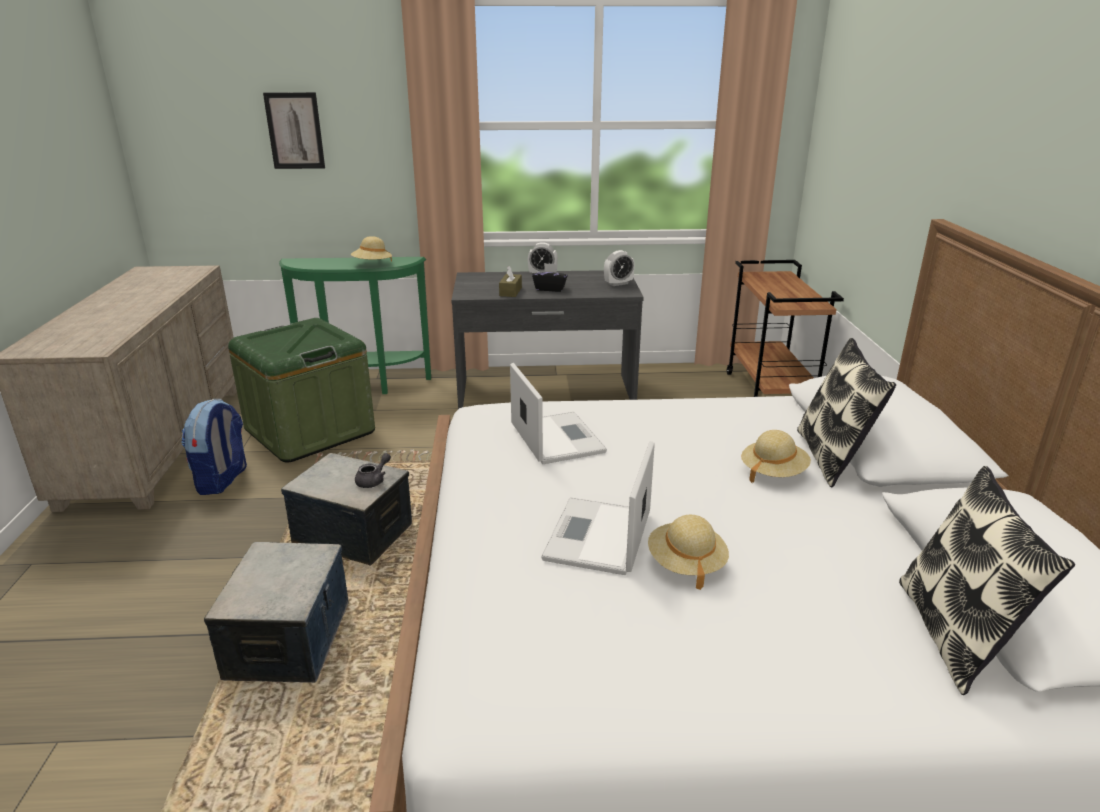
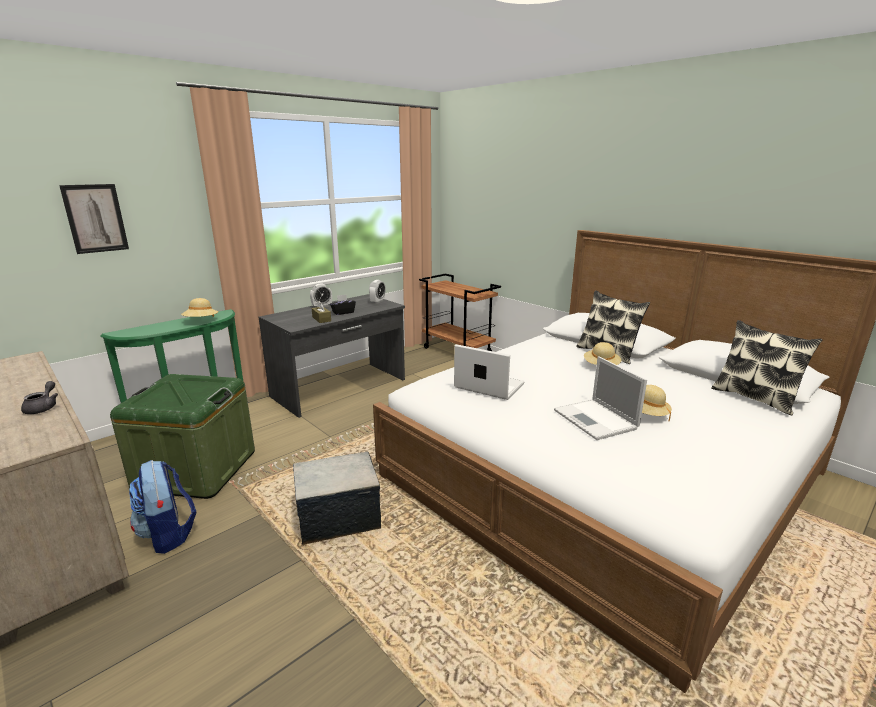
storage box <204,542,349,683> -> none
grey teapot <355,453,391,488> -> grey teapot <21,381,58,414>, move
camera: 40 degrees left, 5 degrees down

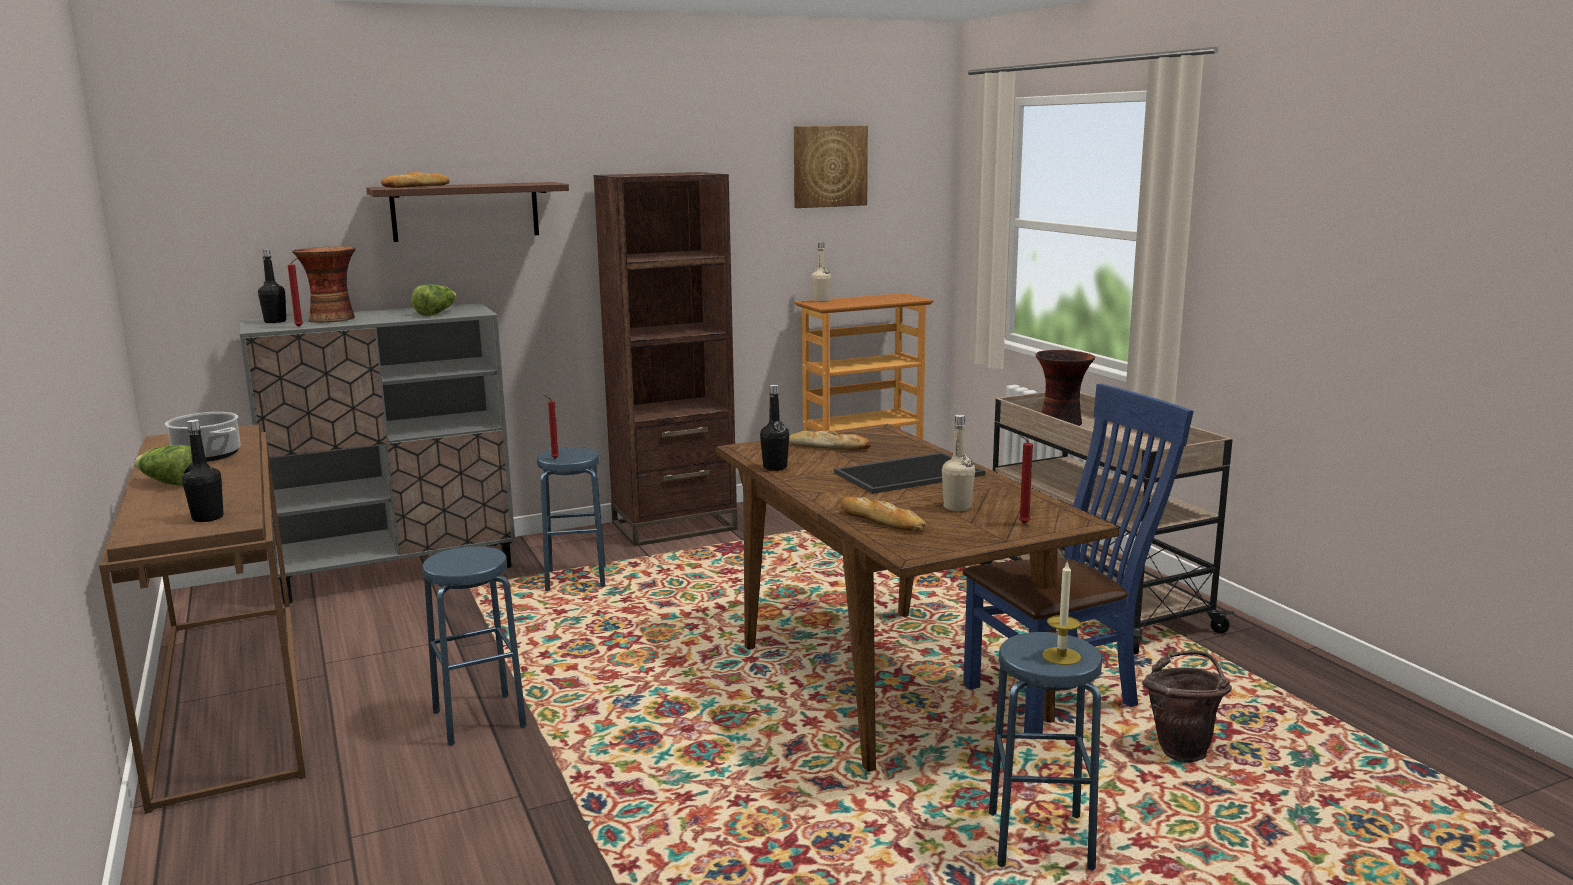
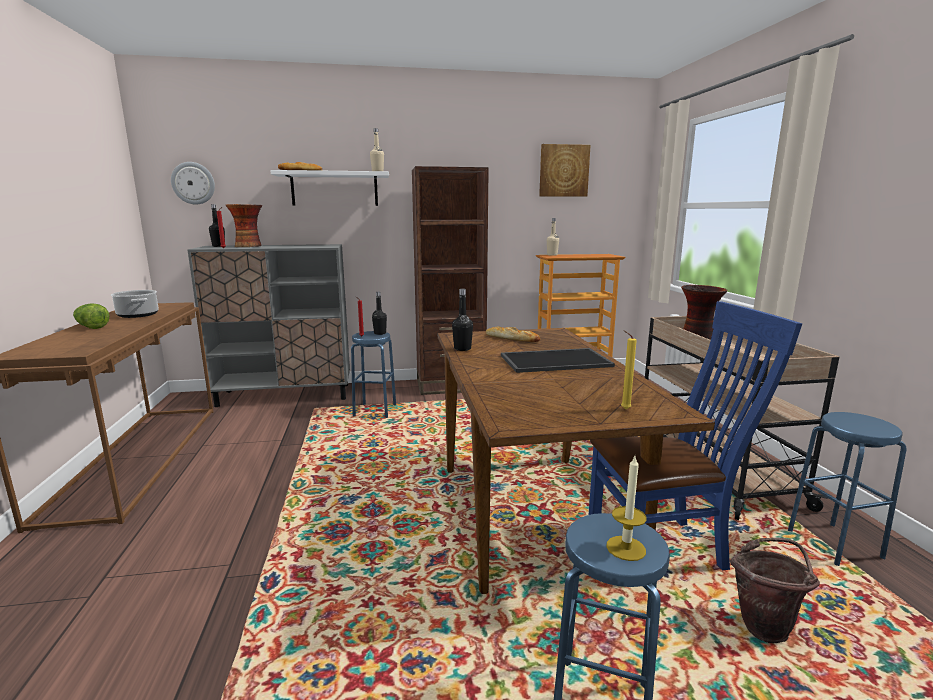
lettuce <411,284,456,316> -> none
baked bread <841,497,926,531> -> none
none -> wall clock <171,162,215,205>
blackish drink bottle <182,420,224,522> -> blackish drink bottle <372,292,387,335>, move
blue stool seat <422,546,527,746> -> blue stool seat <788,412,907,566>, move
sand-coloured drink bottle <942,415,975,511> -> sand-coloured drink bottle <370,128,384,171>, move
brown-coloured wall shelf <367,182,569,242> -> whitish wall shelf <270,170,389,206>
red-coloured candle <1019,435,1033,524> -> yellow candle <621,330,637,409>
camera: 15 degrees right, 0 degrees up

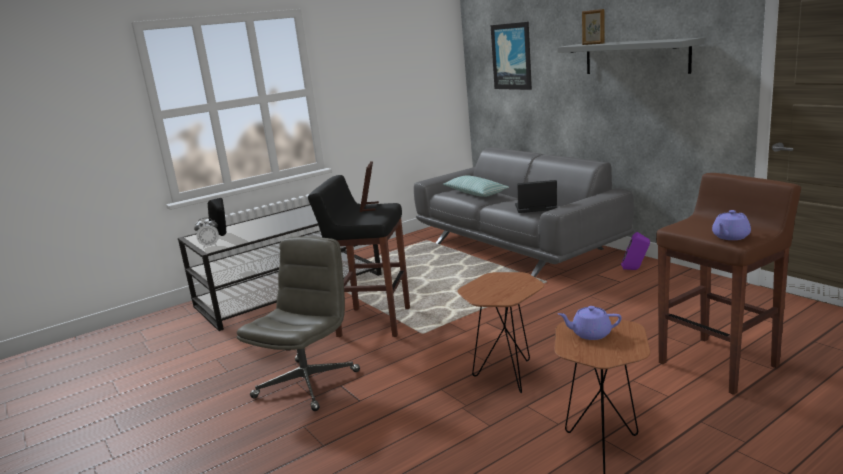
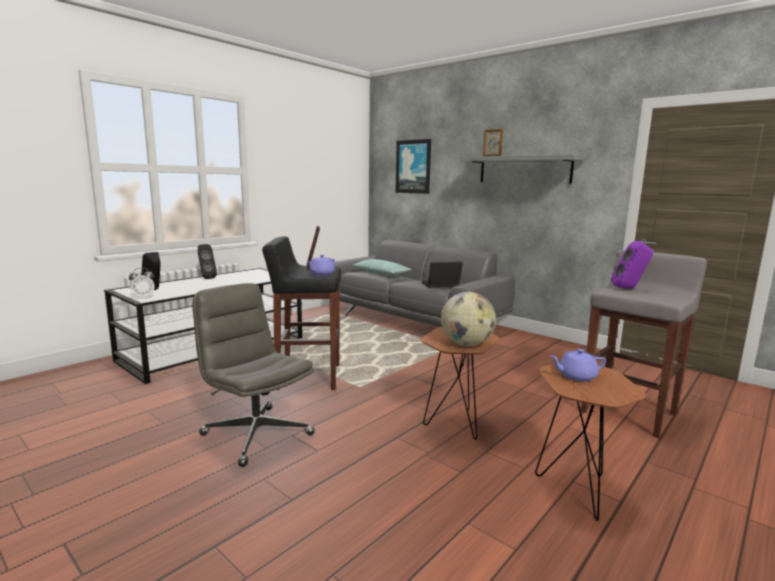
none -> blackish loudspeaker <198,244,217,279>
none -> world globe <441,292,496,346>
purplish loudspeaker <621,232,650,270> -> purplish loudspeaker <611,241,653,289>, move
purplish teapot <712,210,751,240> -> purplish teapot <308,255,335,276>, move
brown-coloured stool seat <656,173,801,395> -> grey stool seat <581,250,707,438>
grey office chair <237,236,360,411> -> grey office chair <192,283,315,467>, 60 degrees counterclockwise
camera: 15 degrees left, 5 degrees down

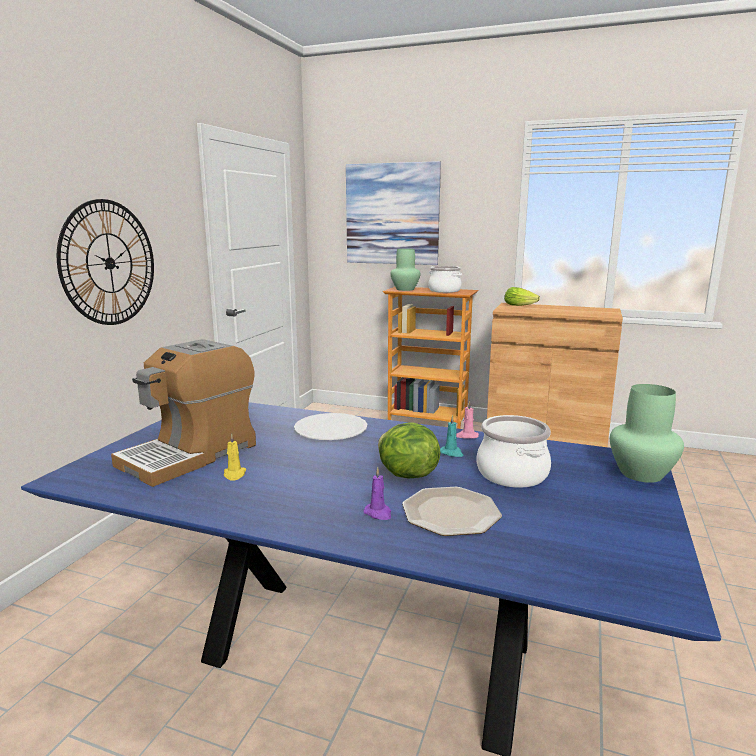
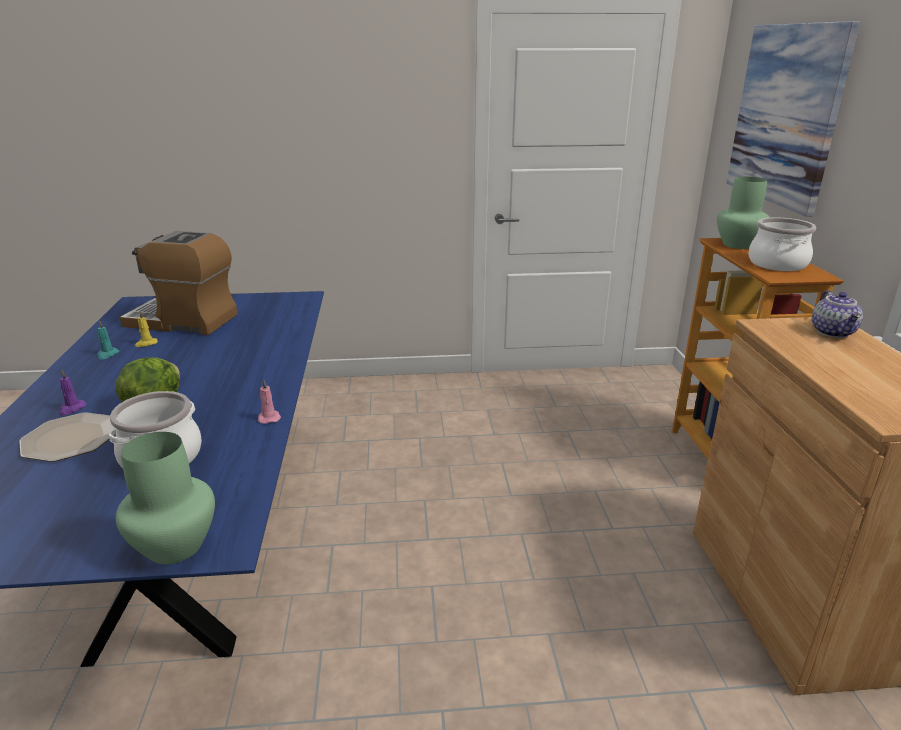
wall clock <57,199,154,325> -> none
whitish plate <294,413,367,440> -> none
turquoise-coloured candle <440,415,463,457> -> turquoise-coloured candle <97,321,119,359>, move
lettuce <504,287,540,306> -> teapot <812,290,863,338>
camera: 65 degrees right, 10 degrees up

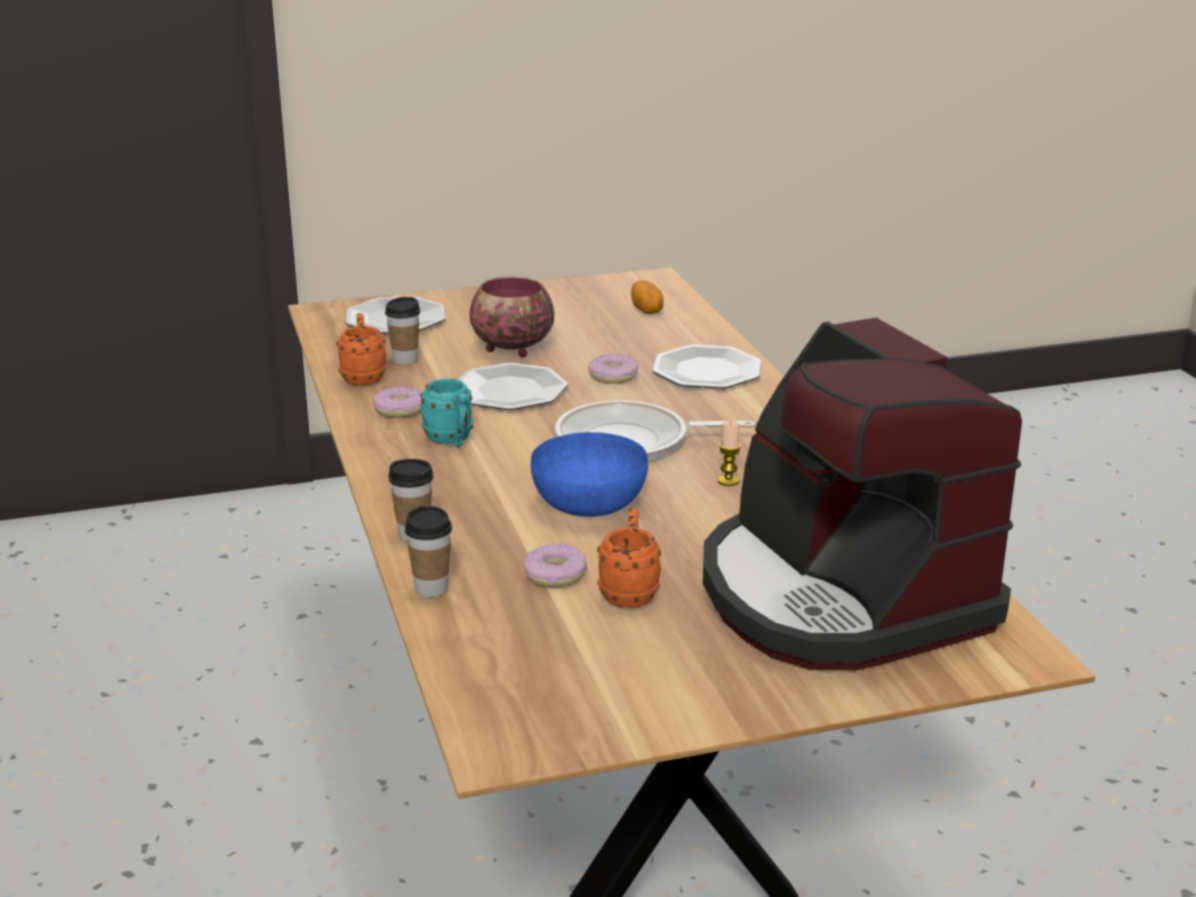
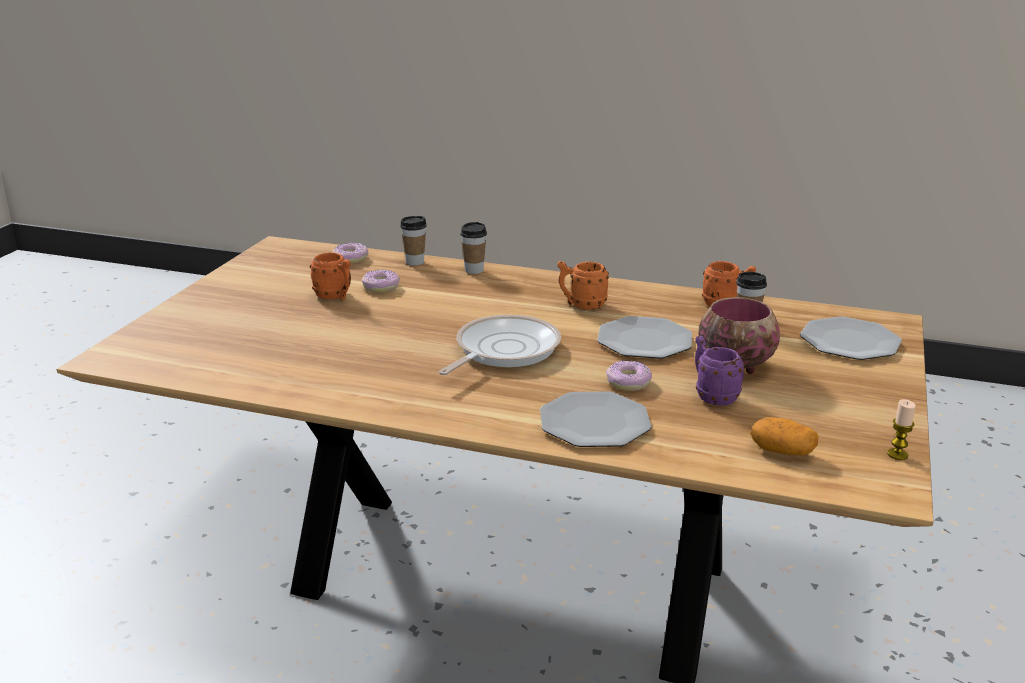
blue deep dish <530,432,648,517> -> none
coffee maker <703,318,1022,670> -> none
none -> purplish mug <695,336,745,406>
donut <373,386,423,418> -> donut <332,243,368,264>, move
candle <718,421,741,486> -> candle <887,399,916,460>, move
turquoise-coloured mug <420,378,473,447> -> orange mug <557,261,609,310>
camera: 125 degrees right, 0 degrees up

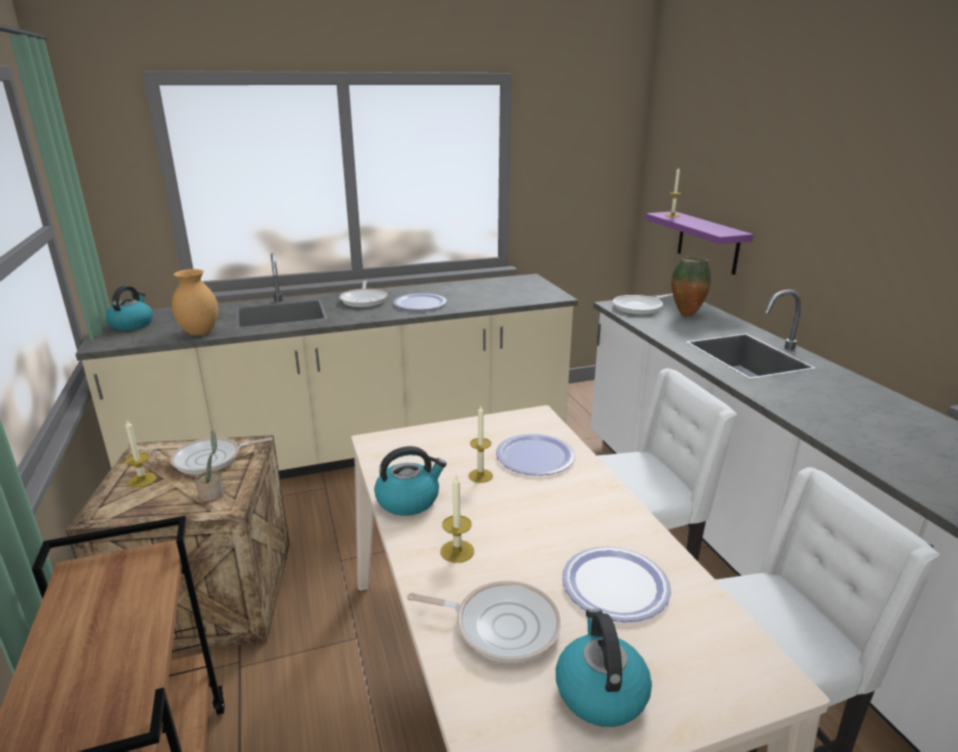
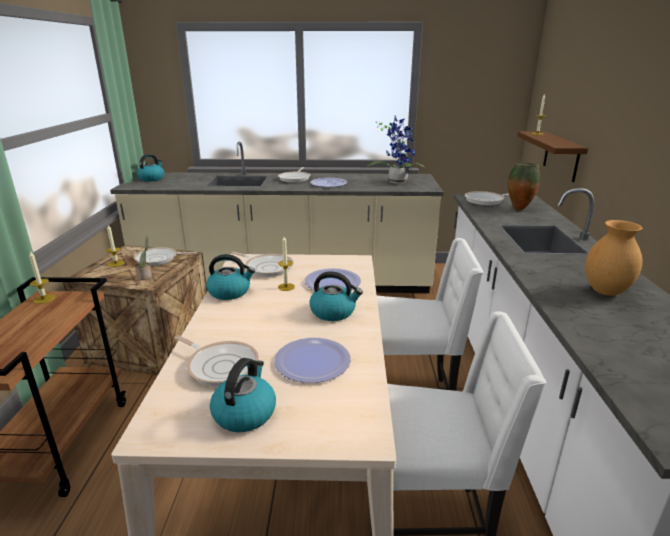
none -> pan <231,252,294,277>
none -> tea kettle <309,271,363,321>
none -> houseplant <368,116,425,184>
brown-coloured decorative vase <172,269,218,336> -> brown-coloured decorative vase <585,220,642,296>, move
candle <441,475,474,563> -> candle <29,251,55,304>, move
purplish wall shelf <645,211,754,275> -> brown-coloured wall shelf <517,132,588,182>
camera: 20 degrees right, 0 degrees up

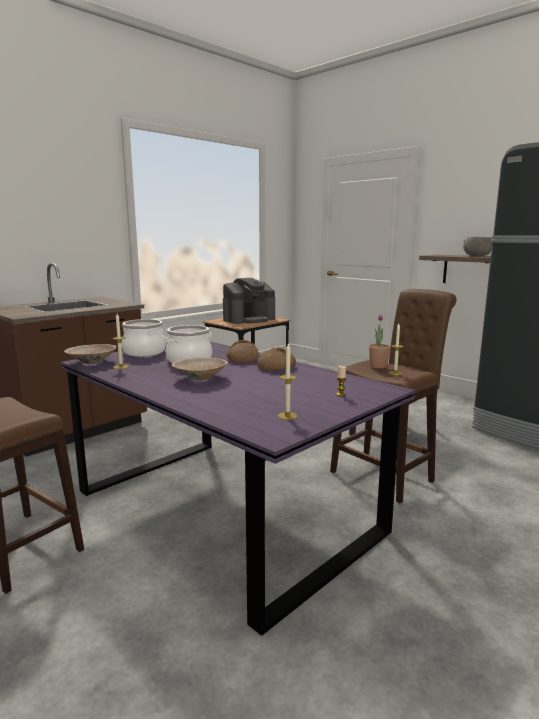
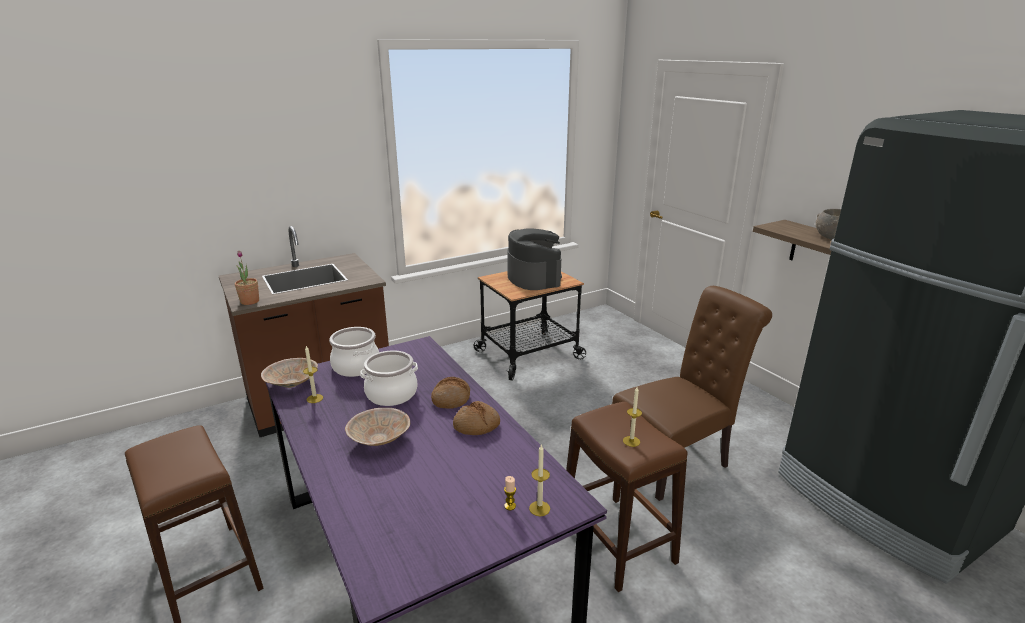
candle <278,344,298,420> -> candle <529,445,550,516>, move
houseplant <369,314,390,369> -> houseplant <235,250,259,305>, move
coffee maker <223,278,275,324> -> coffee maker <508,228,562,290>, 90 degrees counterclockwise
camera: 15 degrees right, 10 degrees up

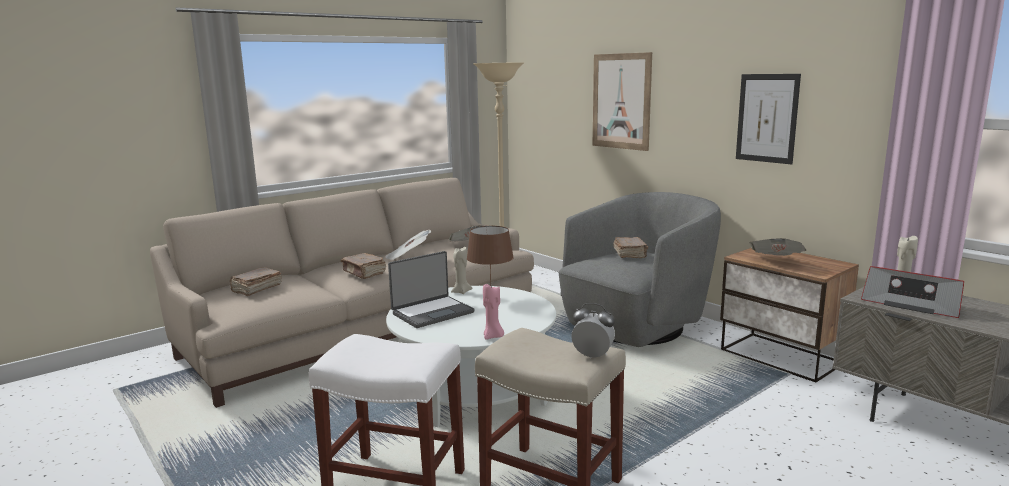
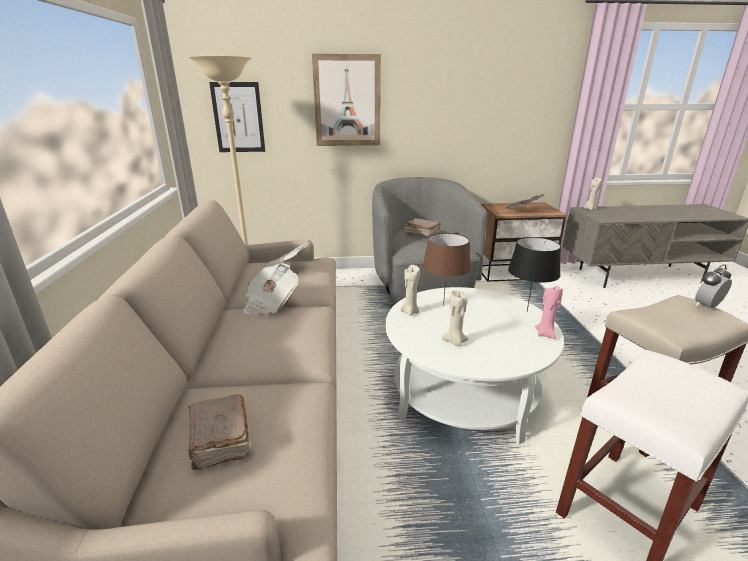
brown-coloured book <341,253,386,279> -> none
radio <861,266,964,318> -> none
none -> blackish lamp for a table <508,237,561,311>
wall picture <736,74,801,164> -> wall picture <209,82,265,152>, move
notebook computer <388,251,475,328> -> sand-coloured candle <441,291,468,346>
camera: 55 degrees left, 10 degrees up

